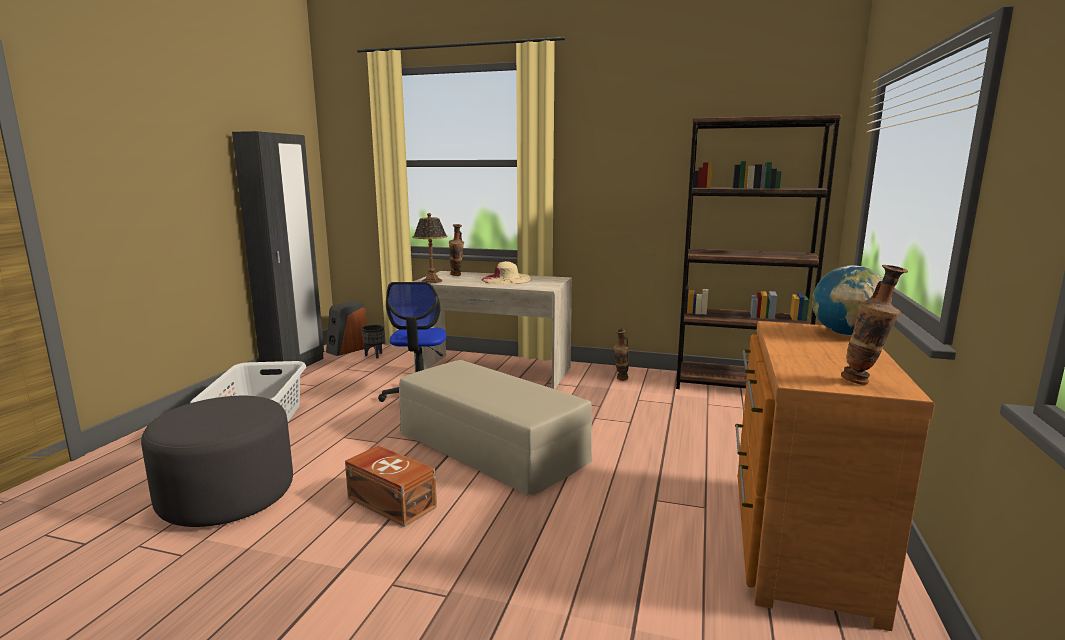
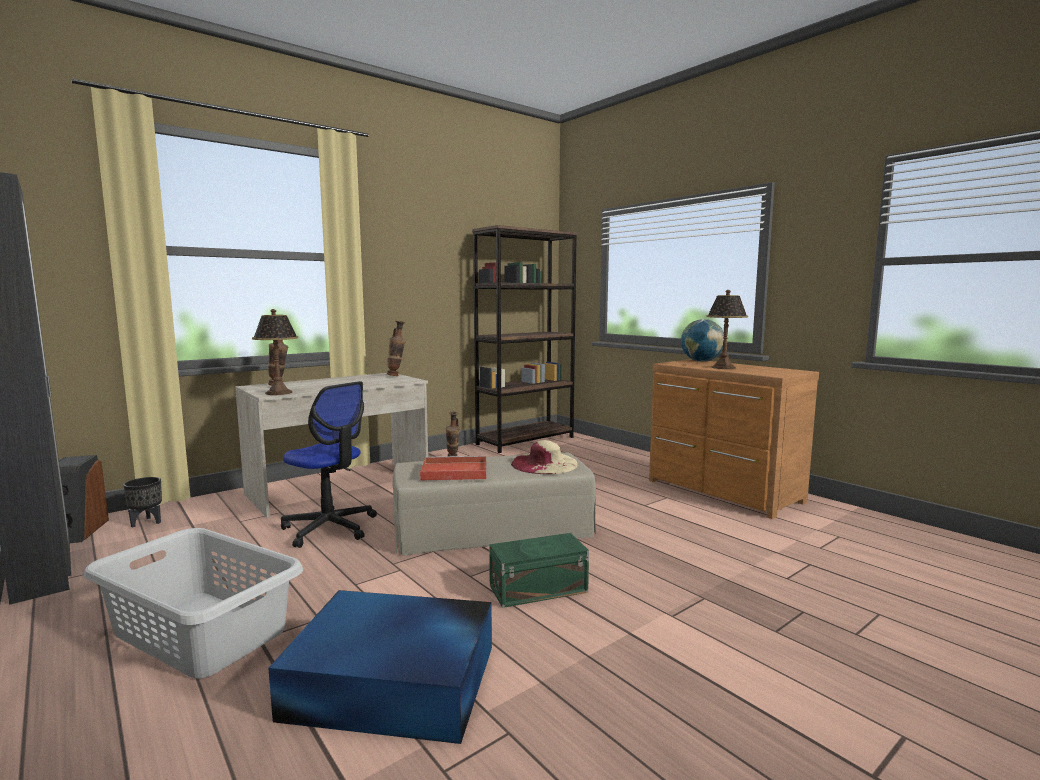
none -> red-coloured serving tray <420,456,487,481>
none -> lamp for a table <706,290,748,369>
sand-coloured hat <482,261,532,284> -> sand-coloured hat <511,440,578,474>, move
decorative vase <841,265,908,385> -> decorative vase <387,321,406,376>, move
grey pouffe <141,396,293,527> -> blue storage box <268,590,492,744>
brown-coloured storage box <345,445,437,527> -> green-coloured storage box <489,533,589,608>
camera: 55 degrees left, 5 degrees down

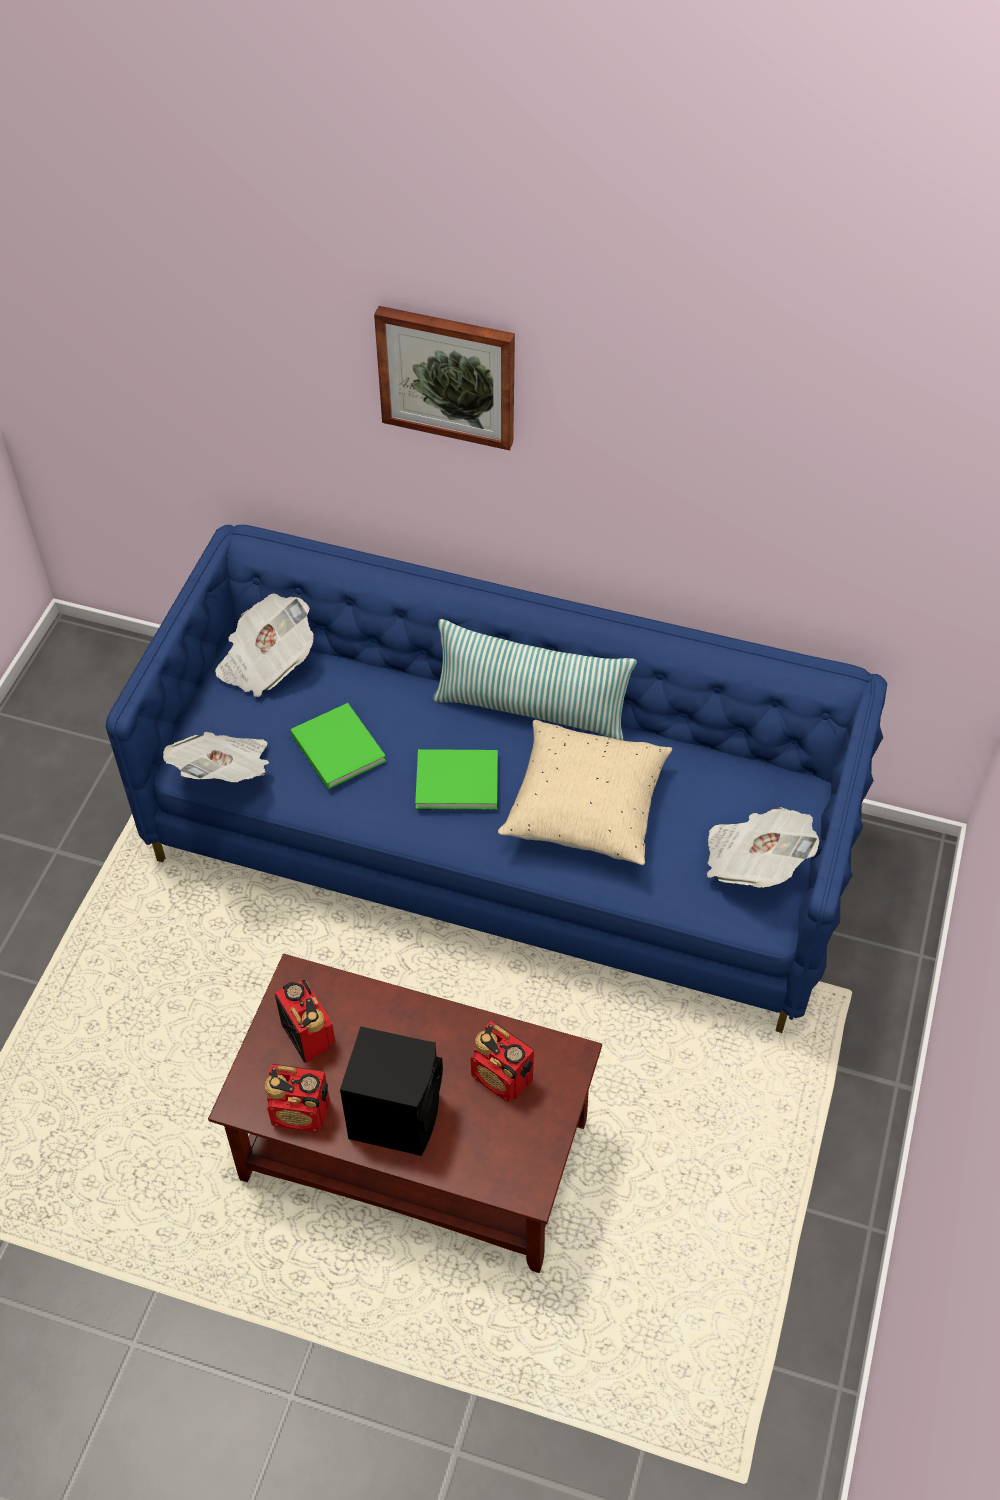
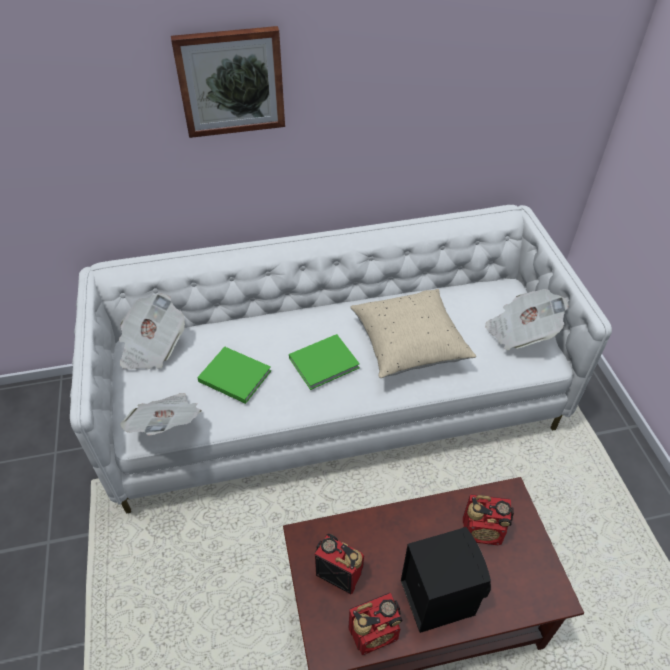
pillow <433,619,637,741> -> none
blue couch <106,525,887,1033> -> whitish couch <70,205,612,514>
camera: 30 degrees left, 5 degrees down

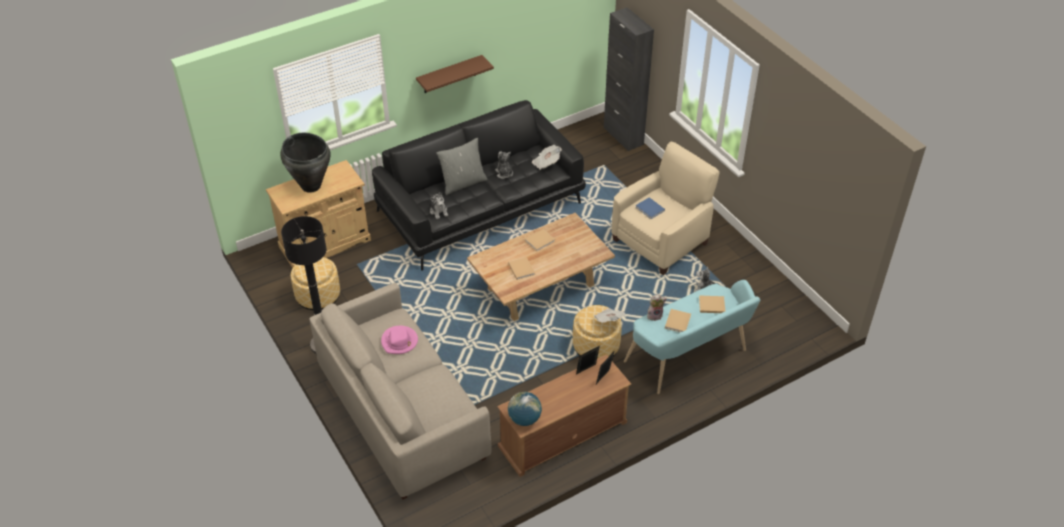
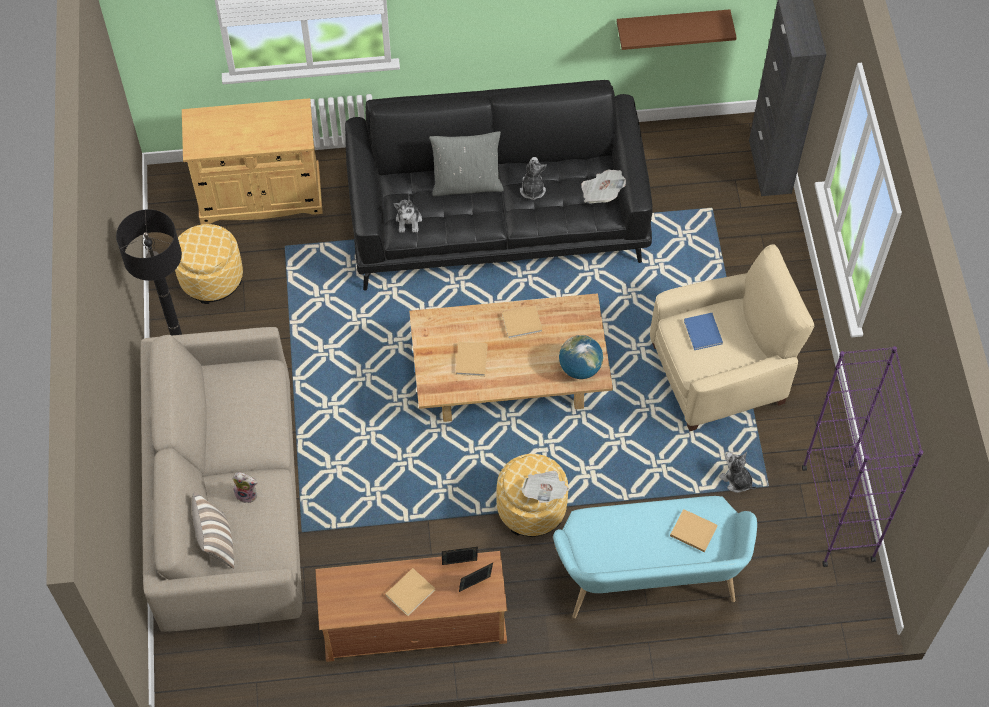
blackish decorative vase <281,133,331,193> -> none
pink-coloured hat <381,326,418,354> -> none
none -> pillow <192,492,234,569>
none -> purplish bookshelf <802,346,923,567>
brown-coloured wall shelf <416,55,494,93> -> brown-coloured wall shelf <617,9,737,50>, move
world globe <508,392,542,426> -> world globe <559,335,603,379>, move
soft toy <647,295,667,321> -> soft toy <232,472,257,503>, move
sand-coloured book <665,309,691,332> -> sand-coloured book <385,568,435,616>, move
camera: 25 degrees right, 15 degrees up

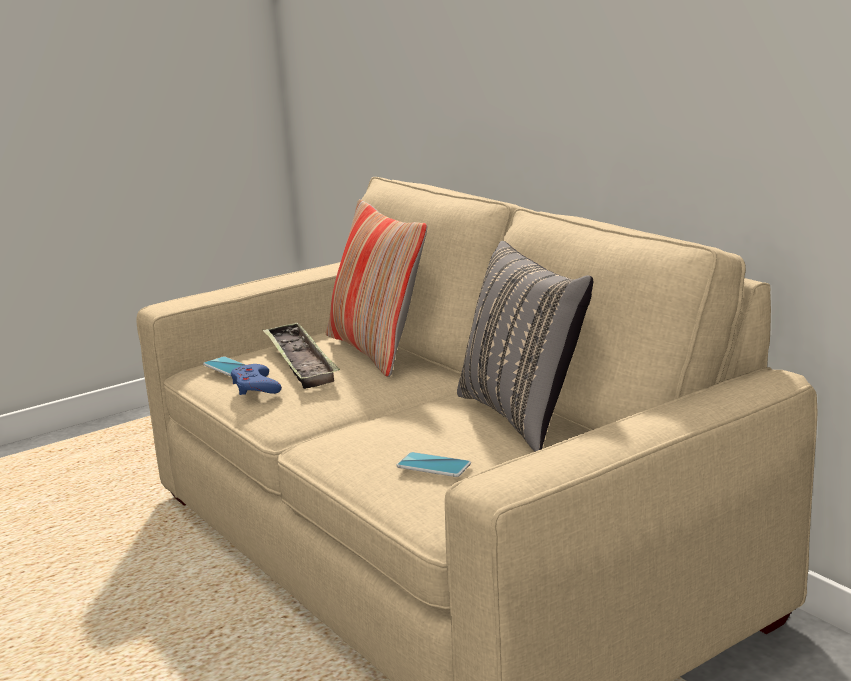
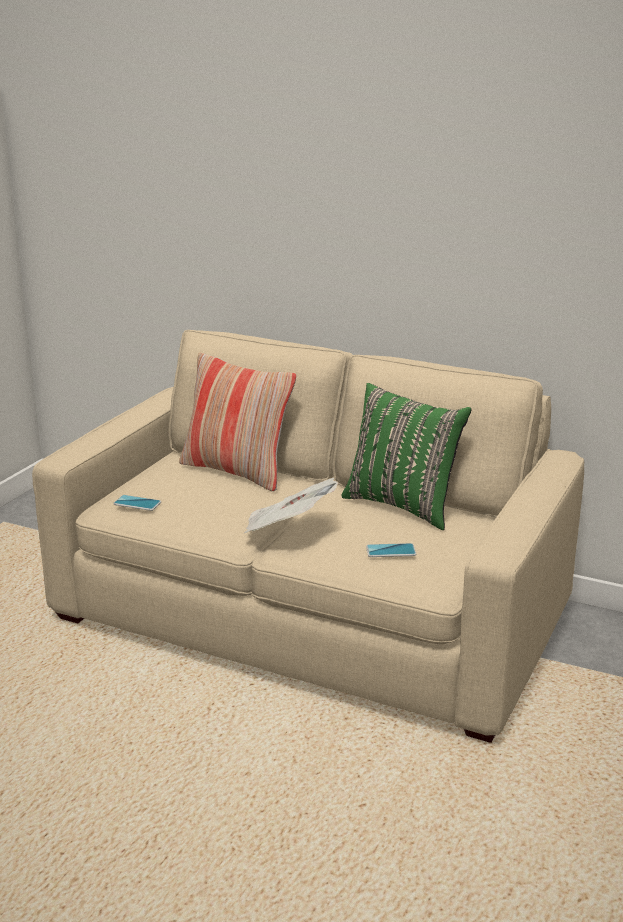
blue joypad <231,364,282,395> -> none
serving tray <263,322,340,389> -> none
none -> daily paper <244,478,338,533>
grey pillow <457,241,593,452> -> green-coloured pillow <341,383,472,530>
camera: 30 degrees left, 5 degrees up

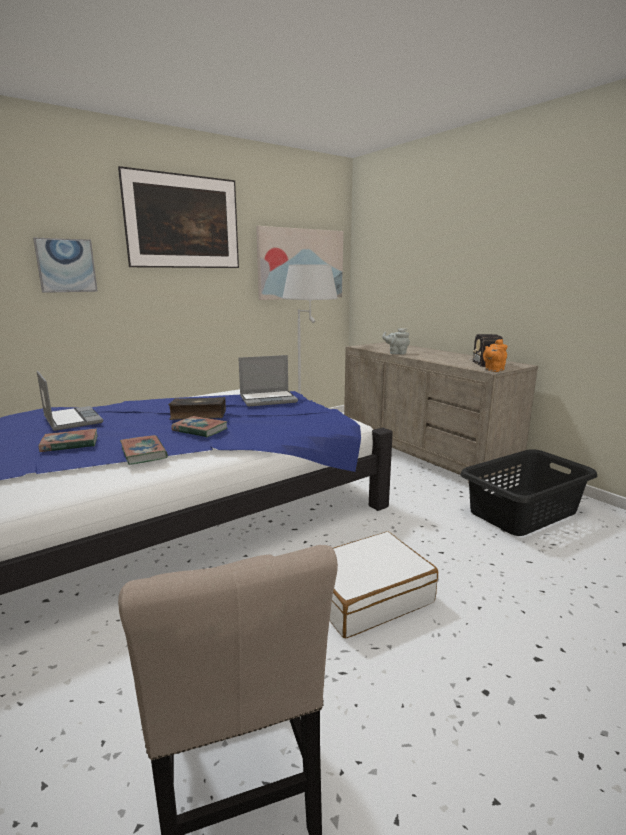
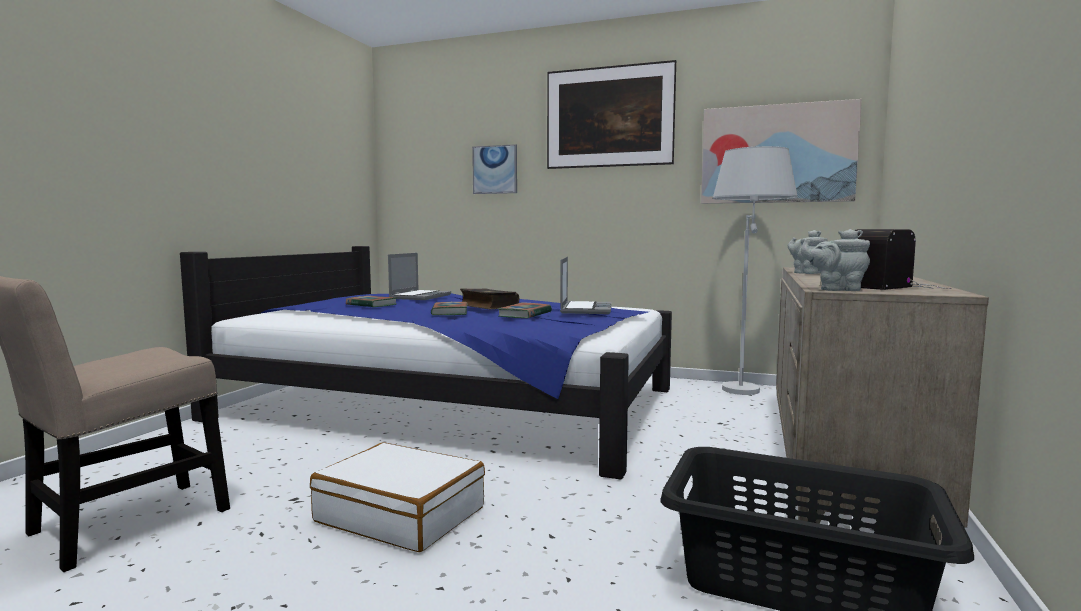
book <120,435,168,465> -> book <497,302,552,318>, move
orange teapot <483,339,508,372> -> grey teapot <801,229,870,291>
notebook computer <239,355,298,407> -> notebook computer <560,257,612,314>, 120 degrees counterclockwise
camera: 55 degrees right, 10 degrees down

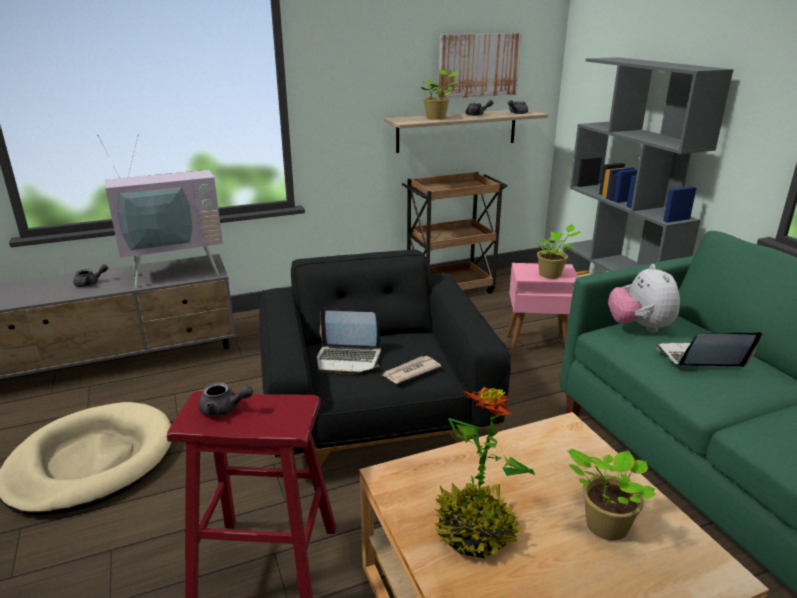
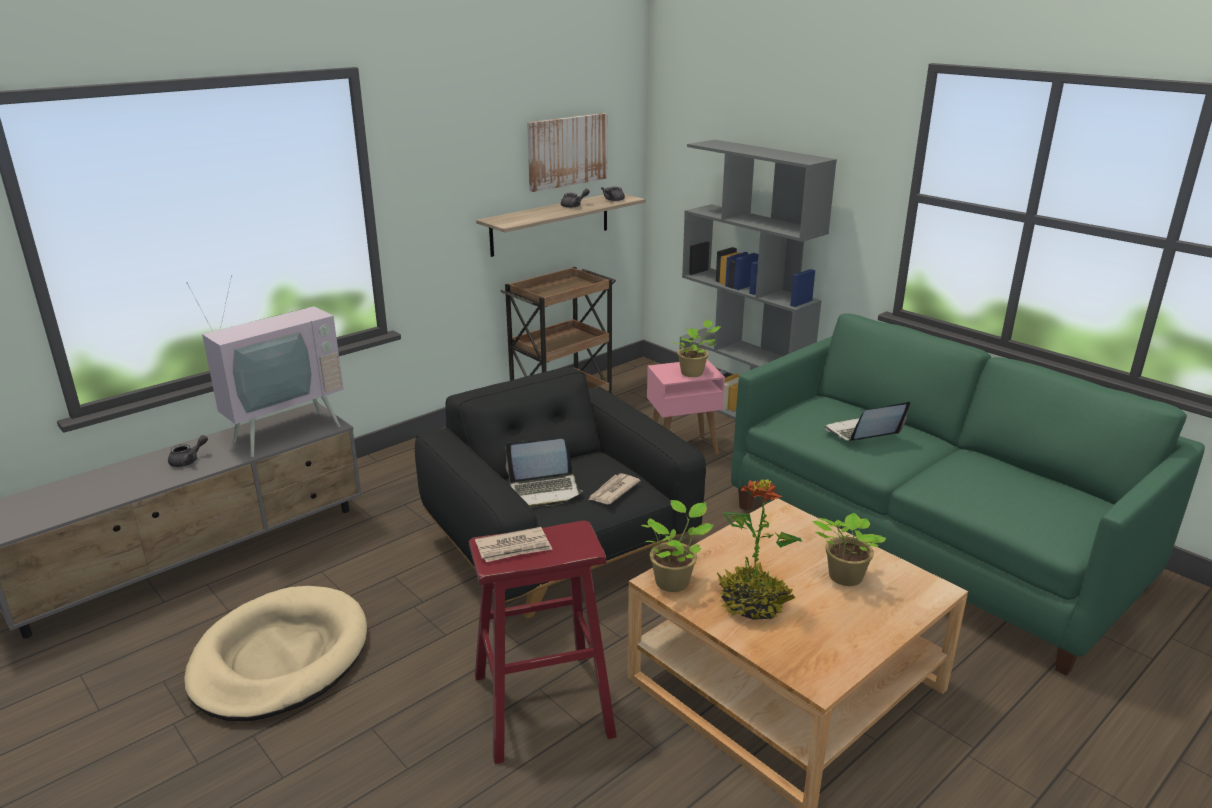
soft toy <608,264,680,333> -> none
houseplant <421,70,459,120> -> houseplant <641,500,714,592>, move
grey teapot <199,382,253,416> -> daily paper <475,527,553,562>
camera: 20 degrees left, 0 degrees up

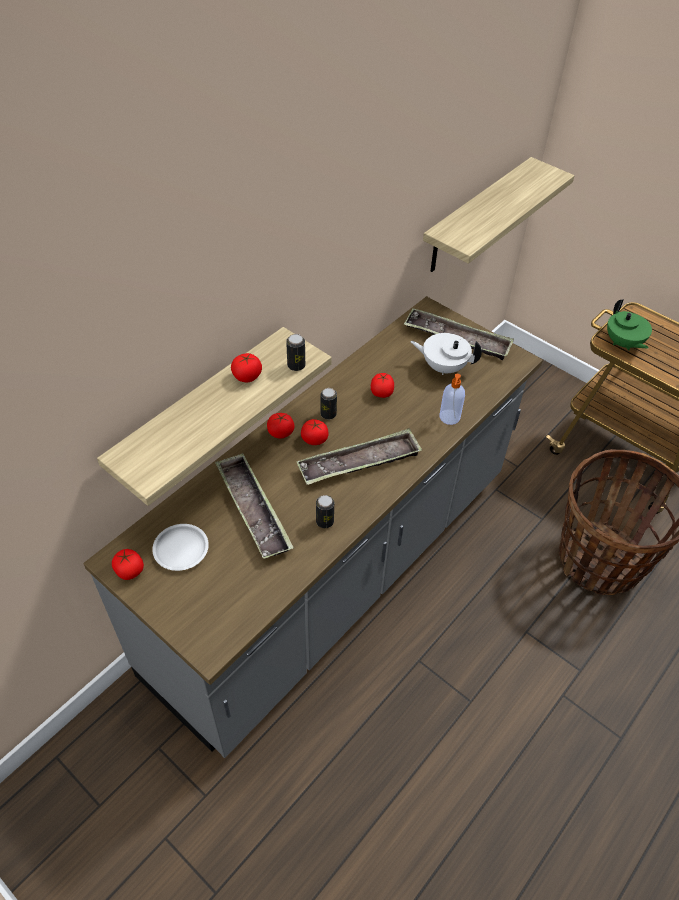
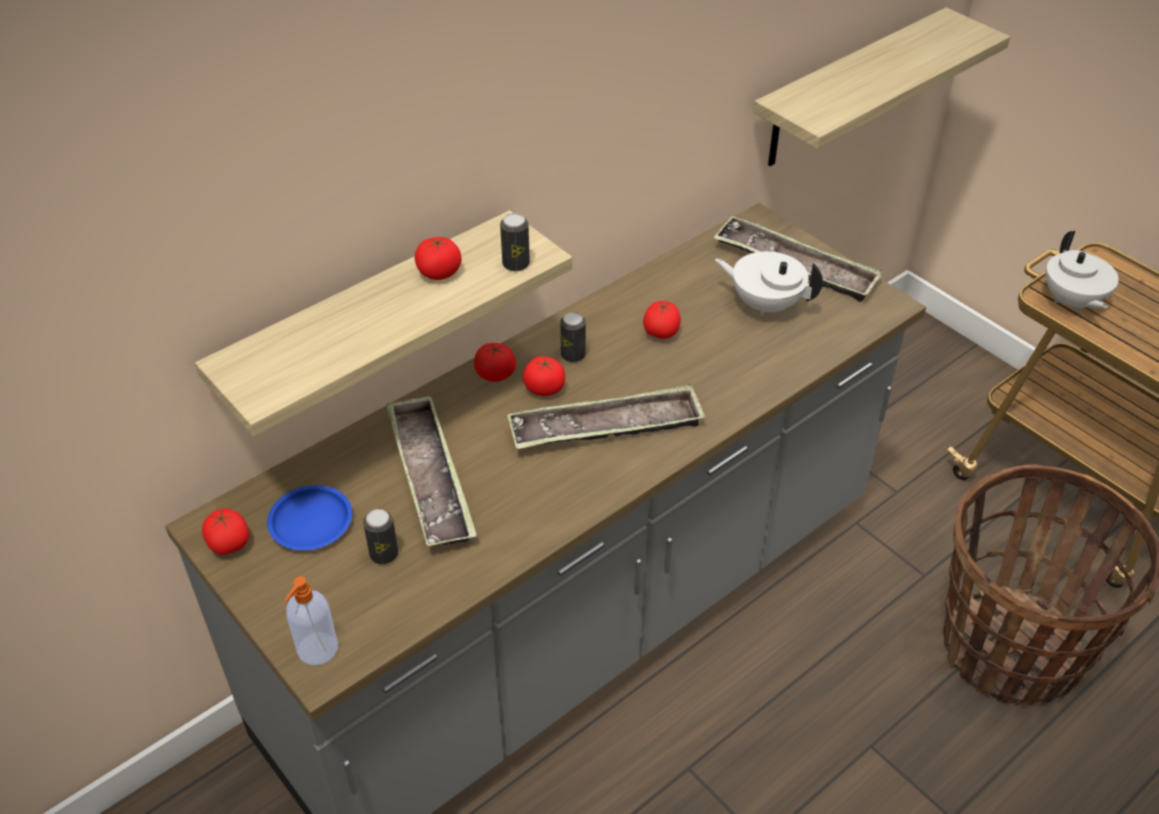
can <316,495,334,528> -> can <363,509,398,564>, move
liquid soap bottle <440,374,465,425> -> liquid soap bottle <285,576,338,666>, move
whitish plate <152,524,209,571> -> blue plate <267,485,352,550>
green-coloured teapot <607,299,652,351> -> whitish teapot <1046,231,1119,313>
camera: 10 degrees right, 5 degrees down

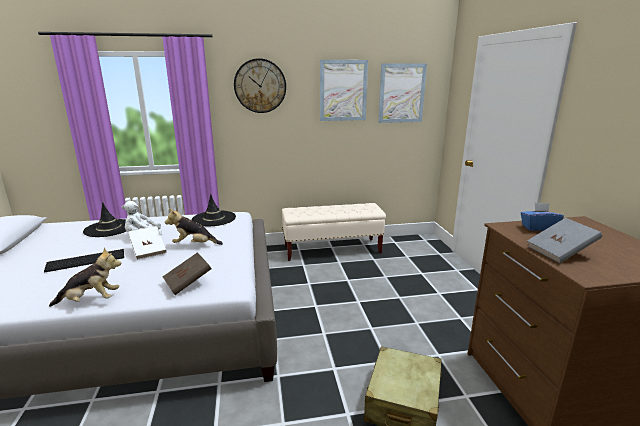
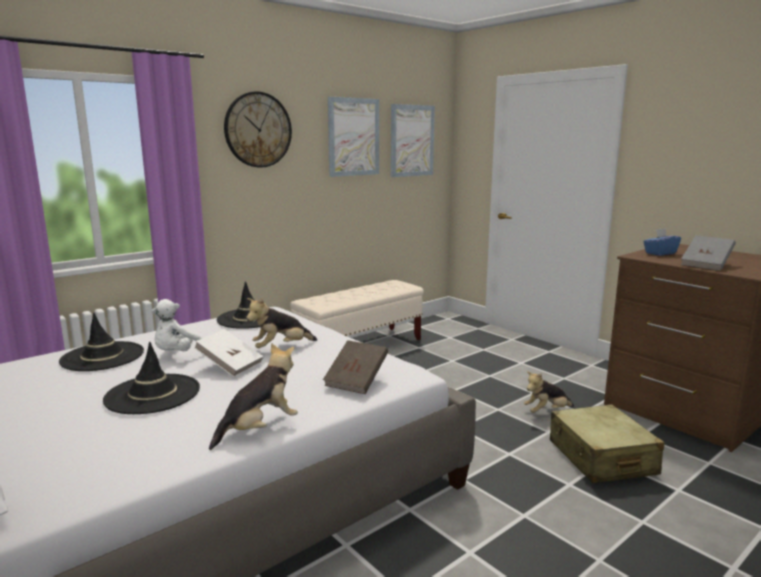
none -> soft toy <524,371,574,413>
computer keyboard <44,249,124,272> -> blackish hat <103,342,200,414>
camera: 30 degrees left, 5 degrees down

